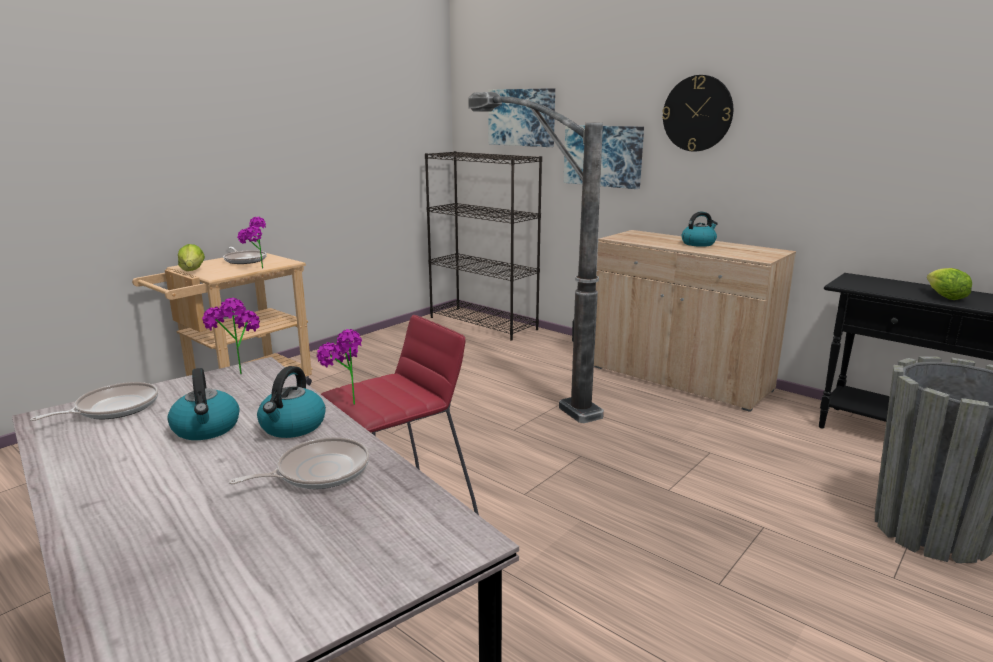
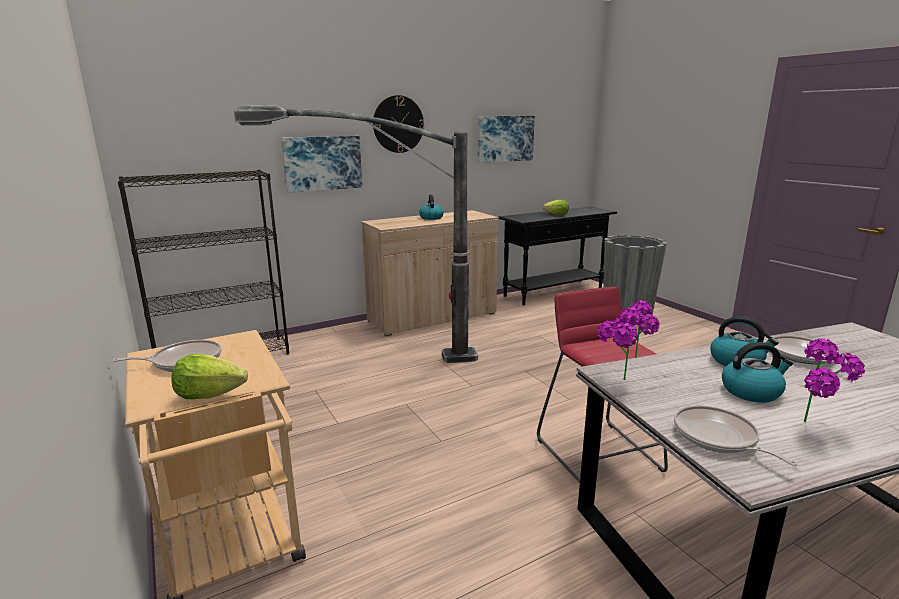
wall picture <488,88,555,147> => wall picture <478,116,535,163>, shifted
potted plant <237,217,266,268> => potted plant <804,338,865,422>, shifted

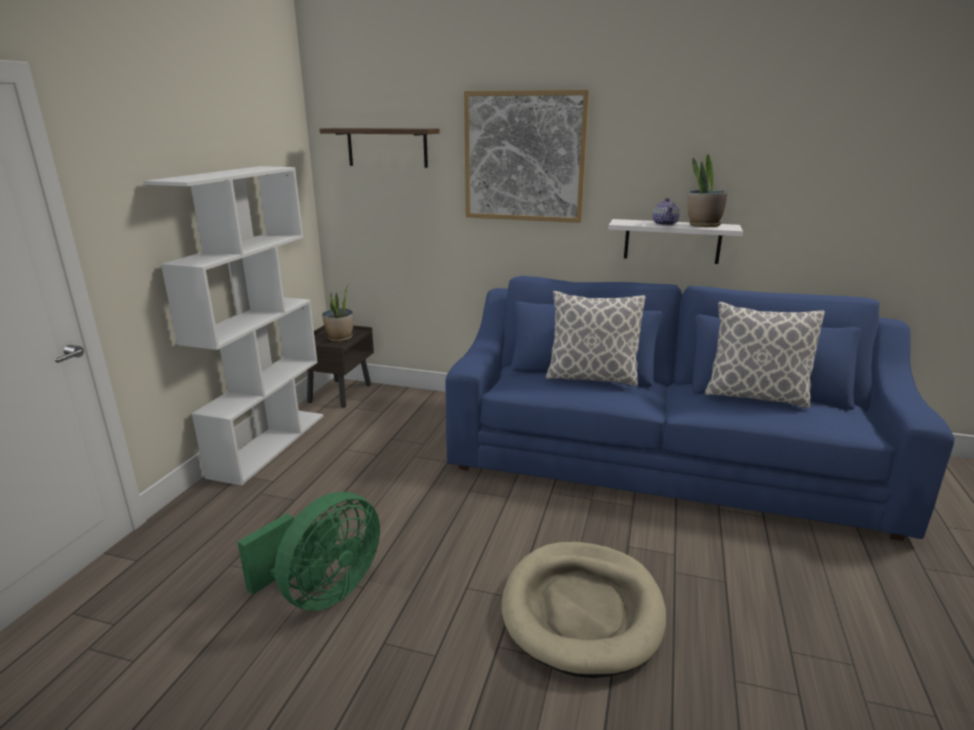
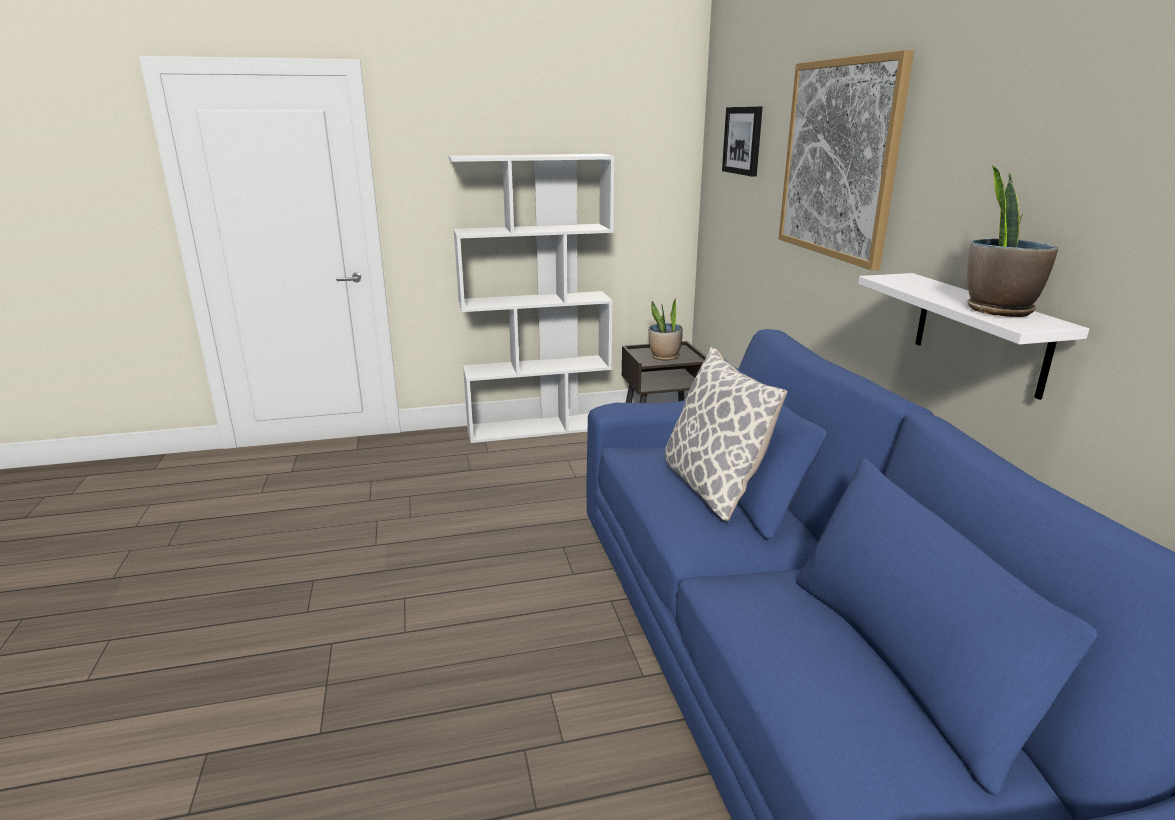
bracket shelf <319,128,440,168> => wall picture <722,107,763,177>
green-coloured fan <237,492,380,611> => nothing
beige pet bed <501,542,666,678> => nothing
teapot <652,198,680,226> => nothing
pillow <704,302,825,408> => nothing

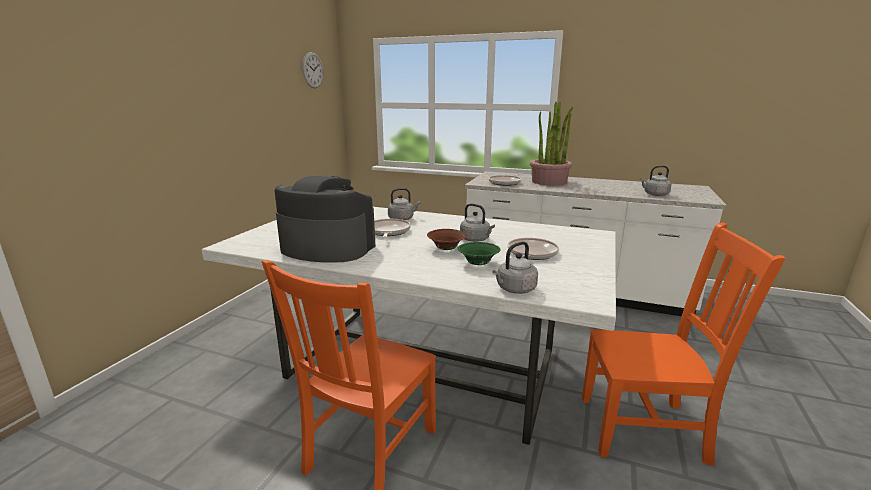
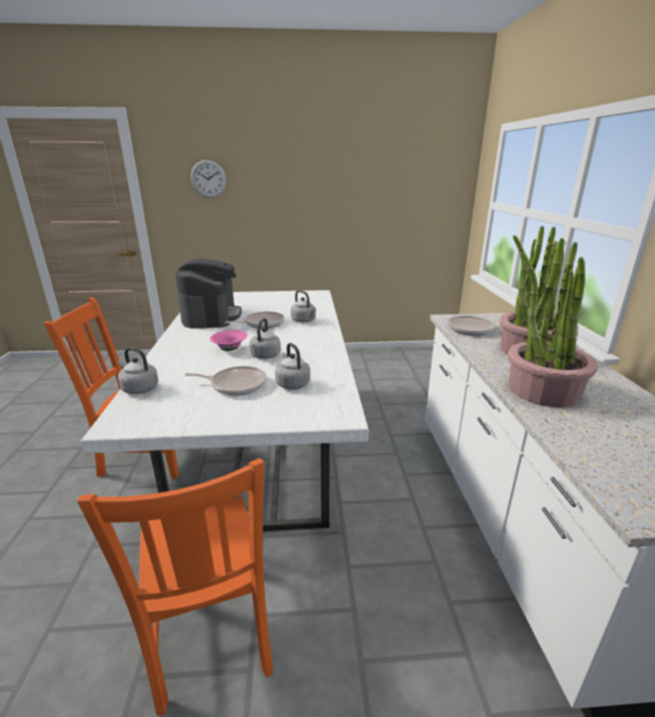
clock on the wall <302,52,323,88> => clock on the wall <191,160,227,198>, shifted
brown-coloured deep dish <427,229,466,250> => pinkish deep dish <210,330,247,351>
greyish kettle <640,165,671,196> => greyish kettle <275,343,310,390>, shifted
nothing => potted plant <508,241,598,407>
green-coloured deep dish <457,242,501,265> => nothing

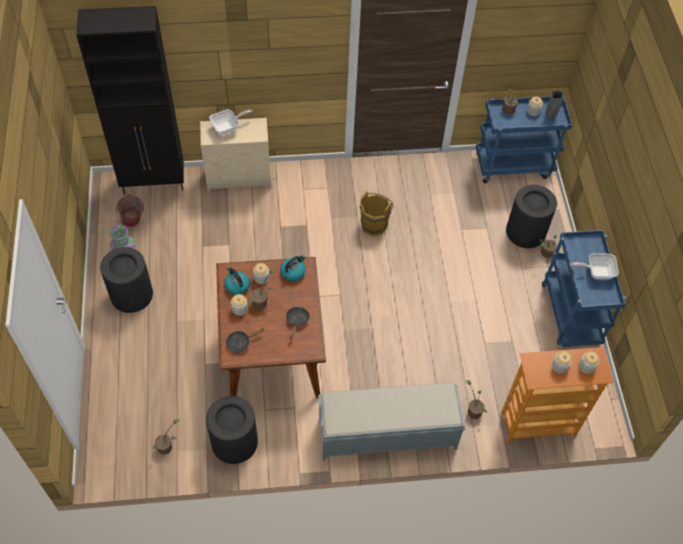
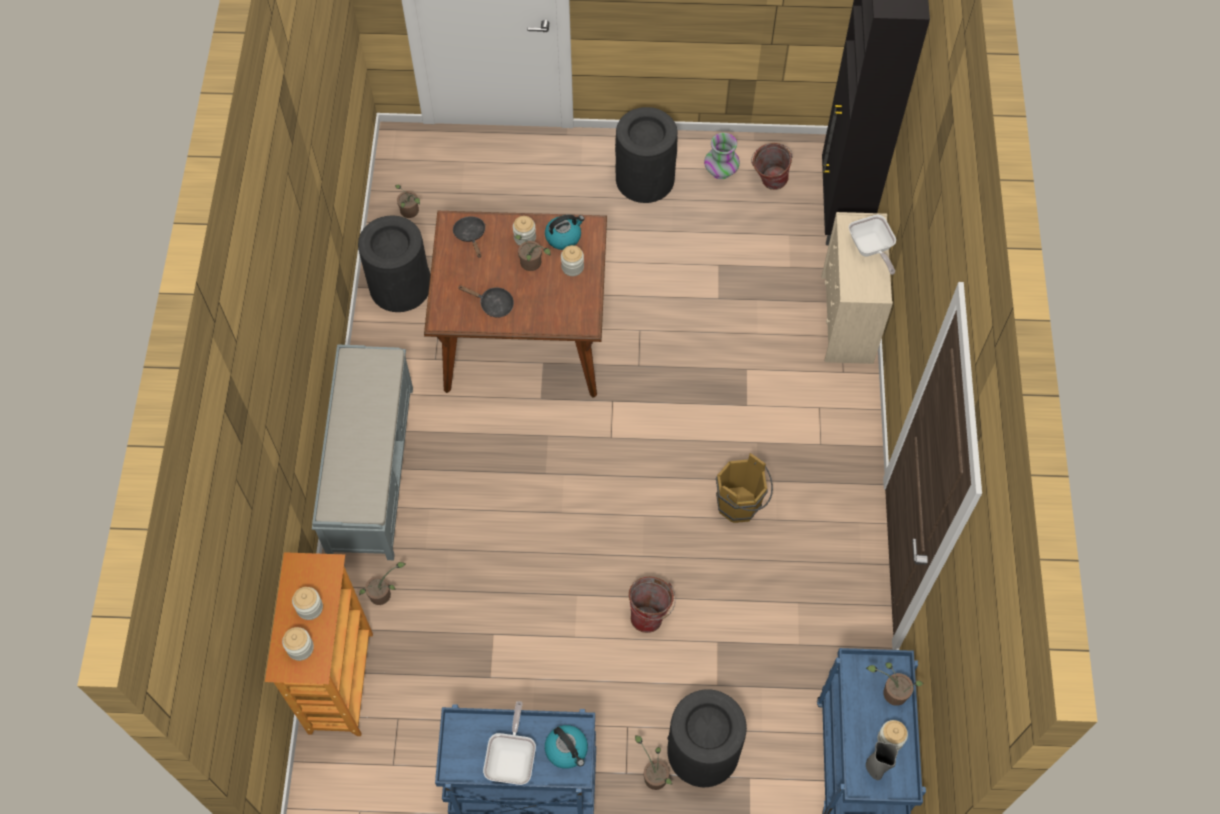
kettle <280,255,306,281> => kettle <545,725,588,769>, shifted
nothing => pail <629,577,676,633>

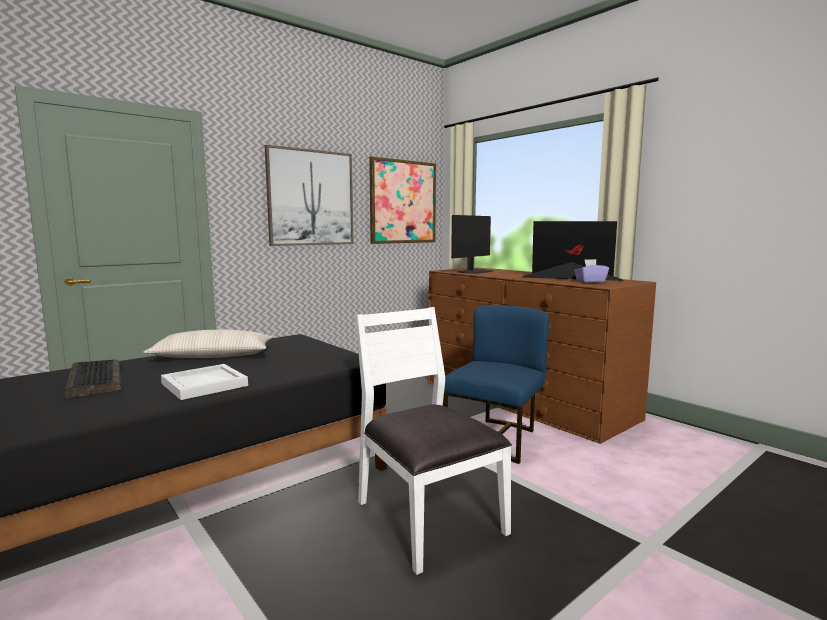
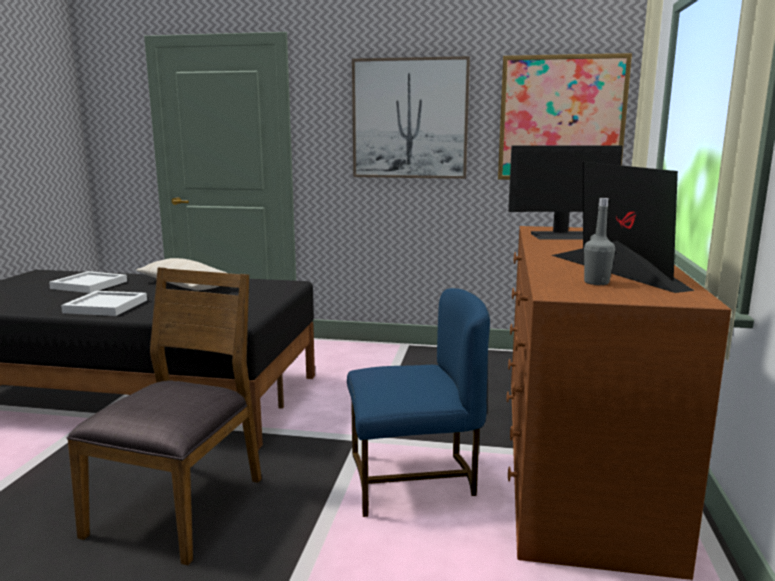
PC keyboard <64,360,122,399> => white-coloured tray <49,271,127,293>
white-coloured upright chair <355,307,512,575> => brown-coloured upright chair <67,267,262,566>
purple box of tissues <574,259,609,283> => greyish drink bottle <584,198,615,285>

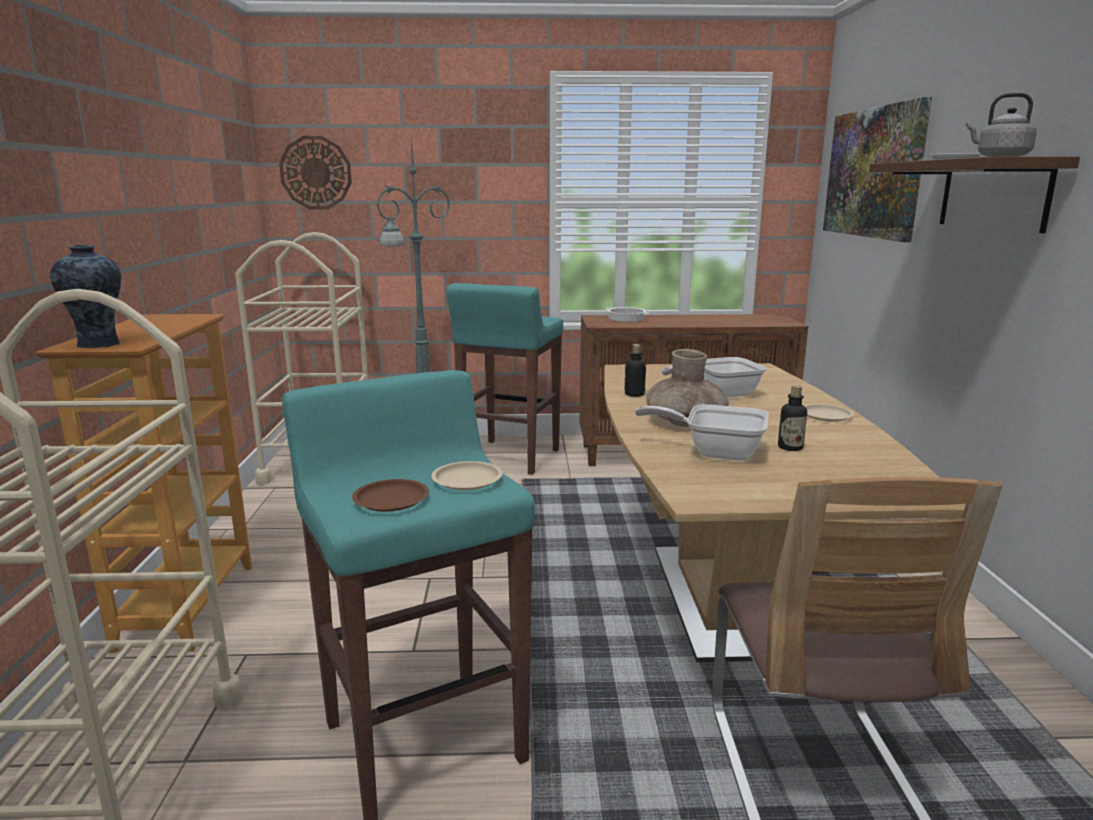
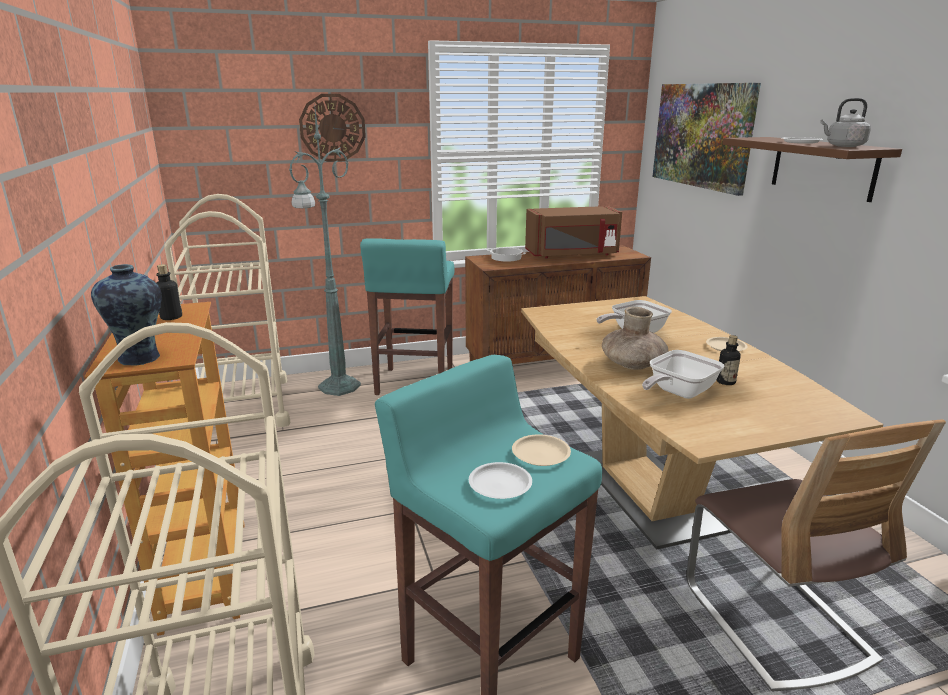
drink bottle <625,344,646,397> => drink bottle <156,264,182,320>, shifted
clock on the wall <279,136,352,209> => clock on the wall <299,94,366,162>, shifted
brown-coloured dinner plate <352,479,429,512> => white-coloured dinner plate <469,462,532,499>
nothing => brown-coloured microwave oven <525,206,622,258>
frying pan <635,404,769,461> => frying pan <642,350,725,399>, 45 degrees counterclockwise

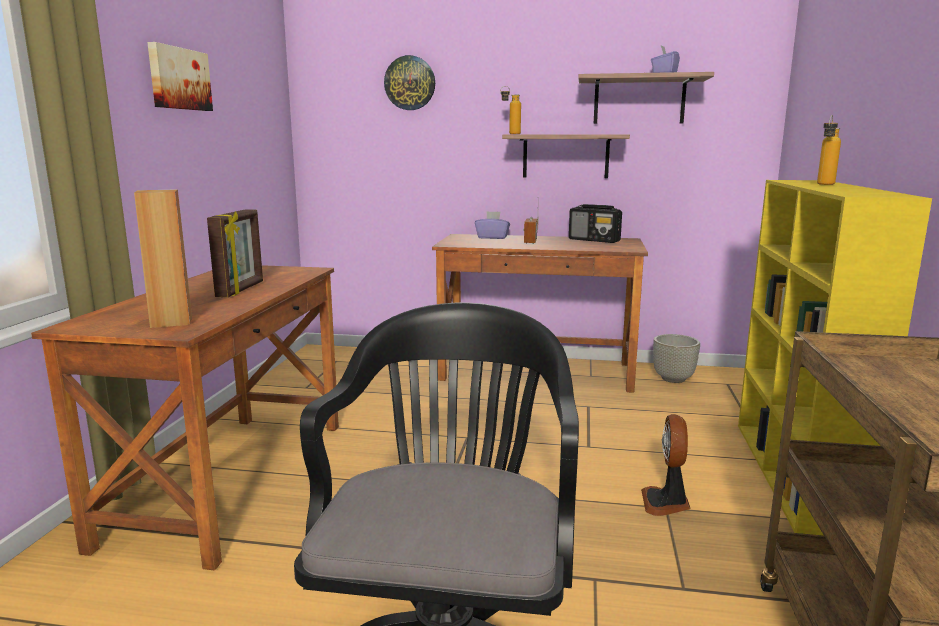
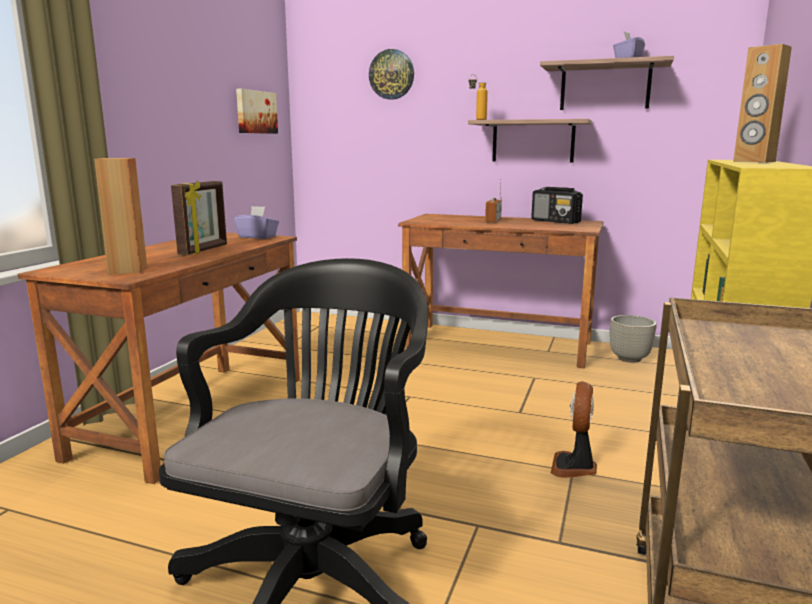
purple box of tissues <475,211,510,239> => purple box of tissues <233,206,279,239>, shifted
wall picture <147,42,213,111> => wall picture <236,89,278,134>, shifted
drink bottle <817,115,841,185> => brown-coloured loudspeaker <733,44,792,163>

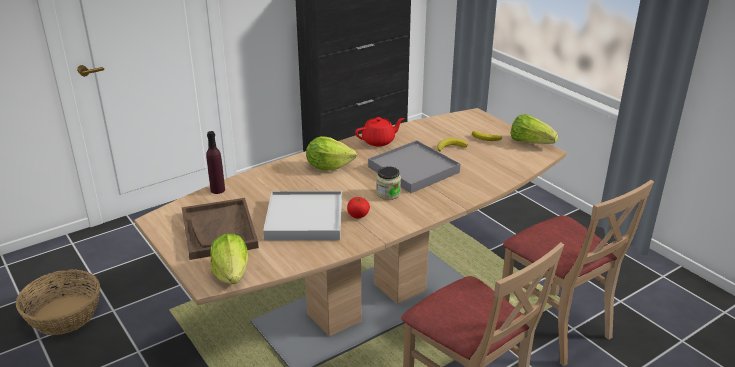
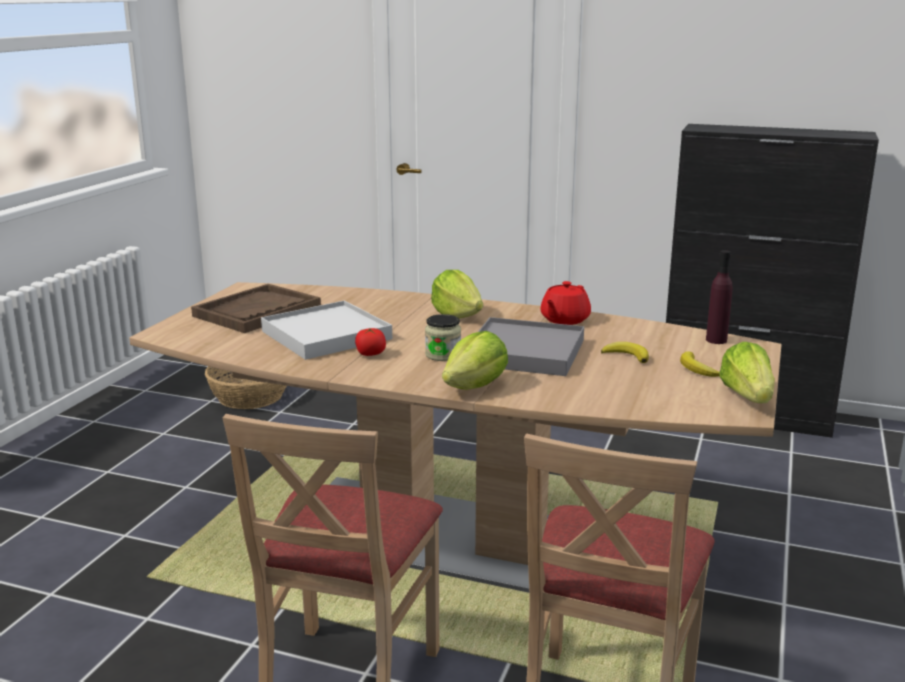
head of lettuce <210,234,249,284> => head of lettuce <442,331,508,390>, shifted
red teapot <355,117,404,146> => red teapot <540,281,591,325>, 90 degrees clockwise
purple drink bottle <206,131,225,194> => purple drink bottle <706,250,733,344>, shifted

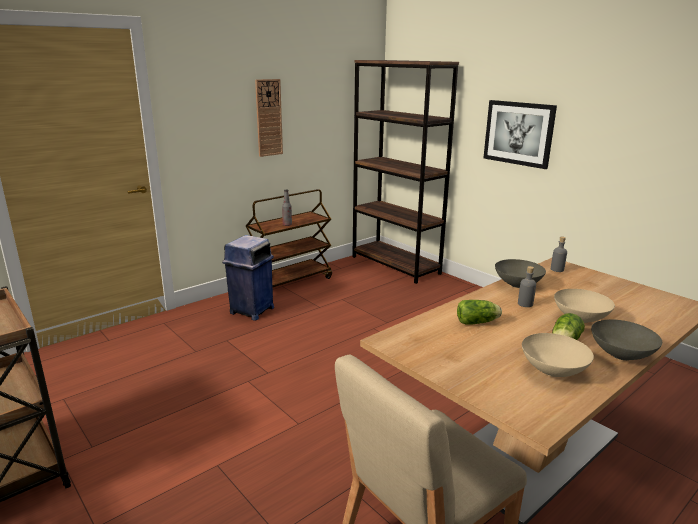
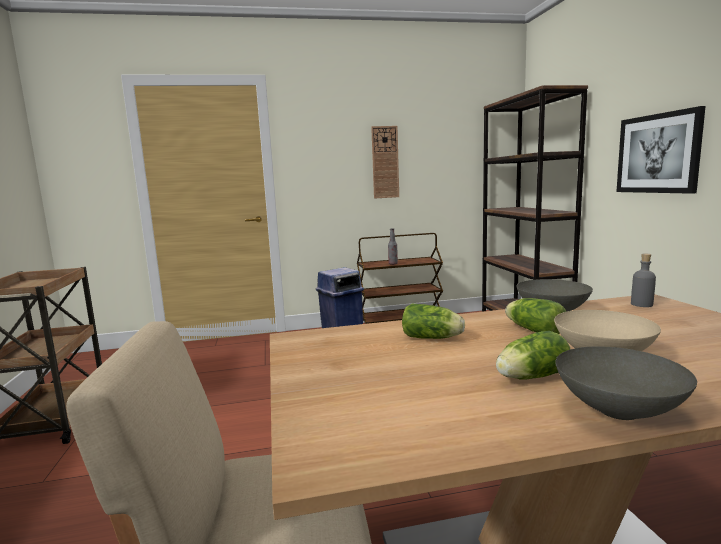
greyish drink bottle <518,266,536,307> => head of lettuce <505,298,566,334>
beige deep dish <522,333,594,377> => nothing

